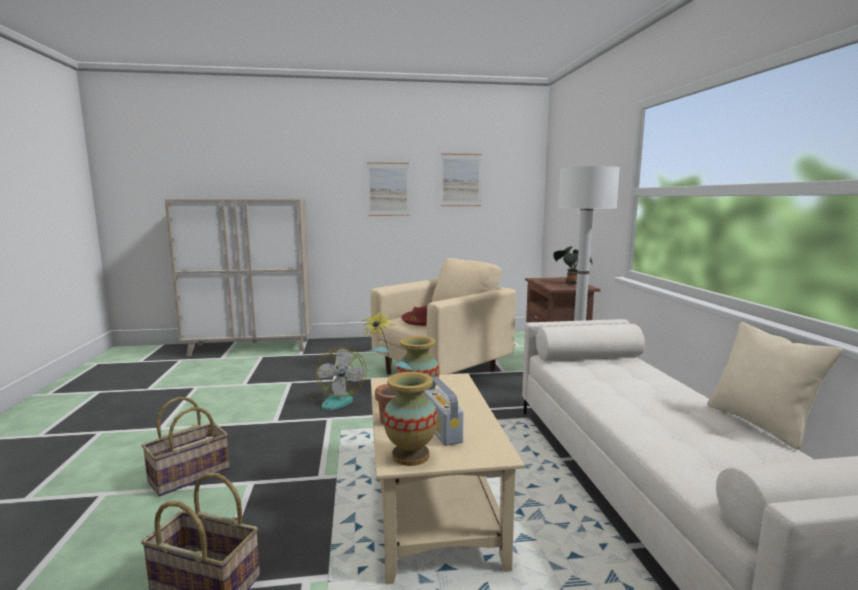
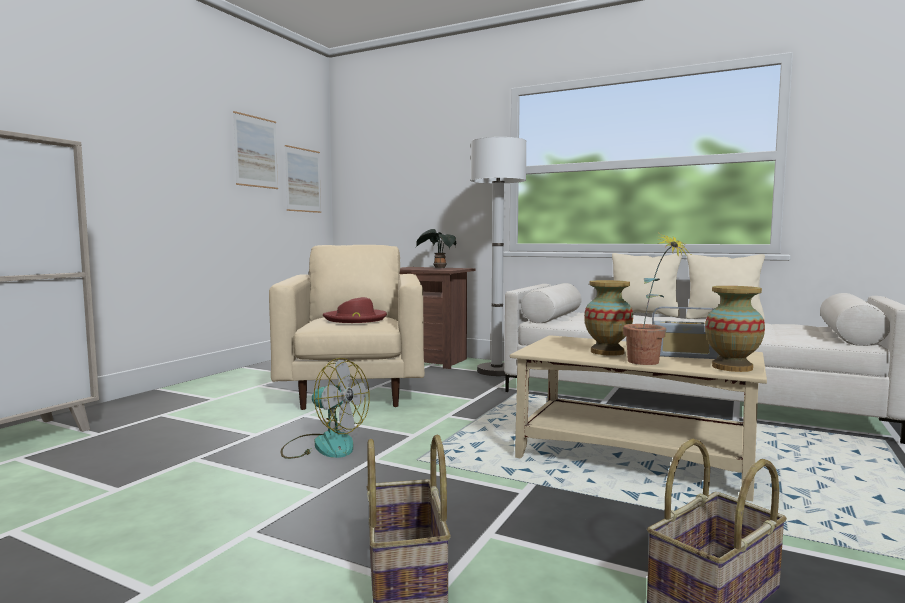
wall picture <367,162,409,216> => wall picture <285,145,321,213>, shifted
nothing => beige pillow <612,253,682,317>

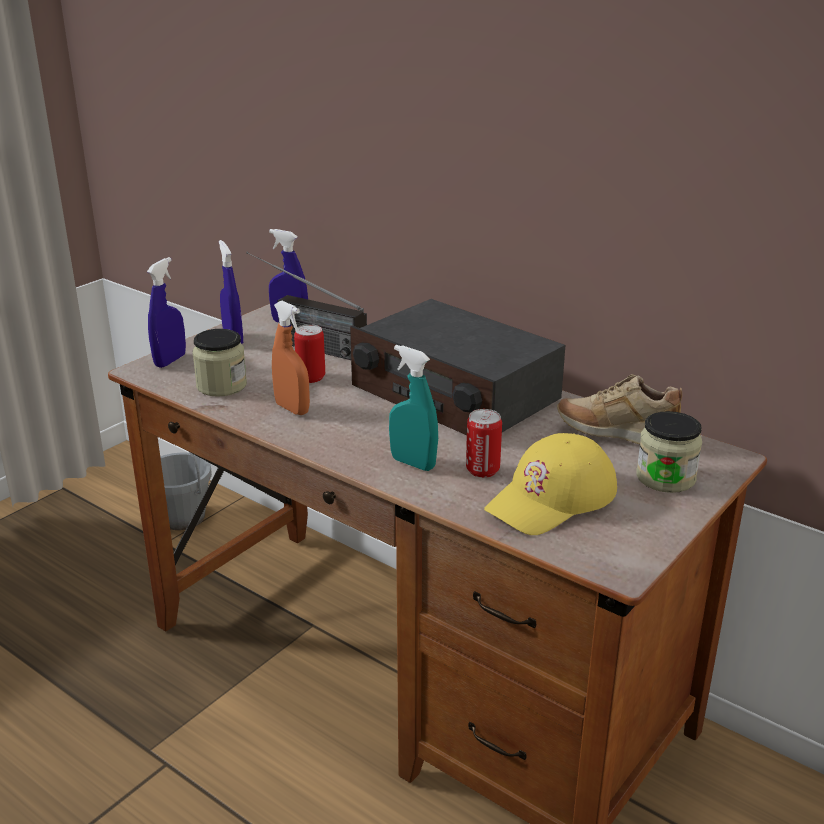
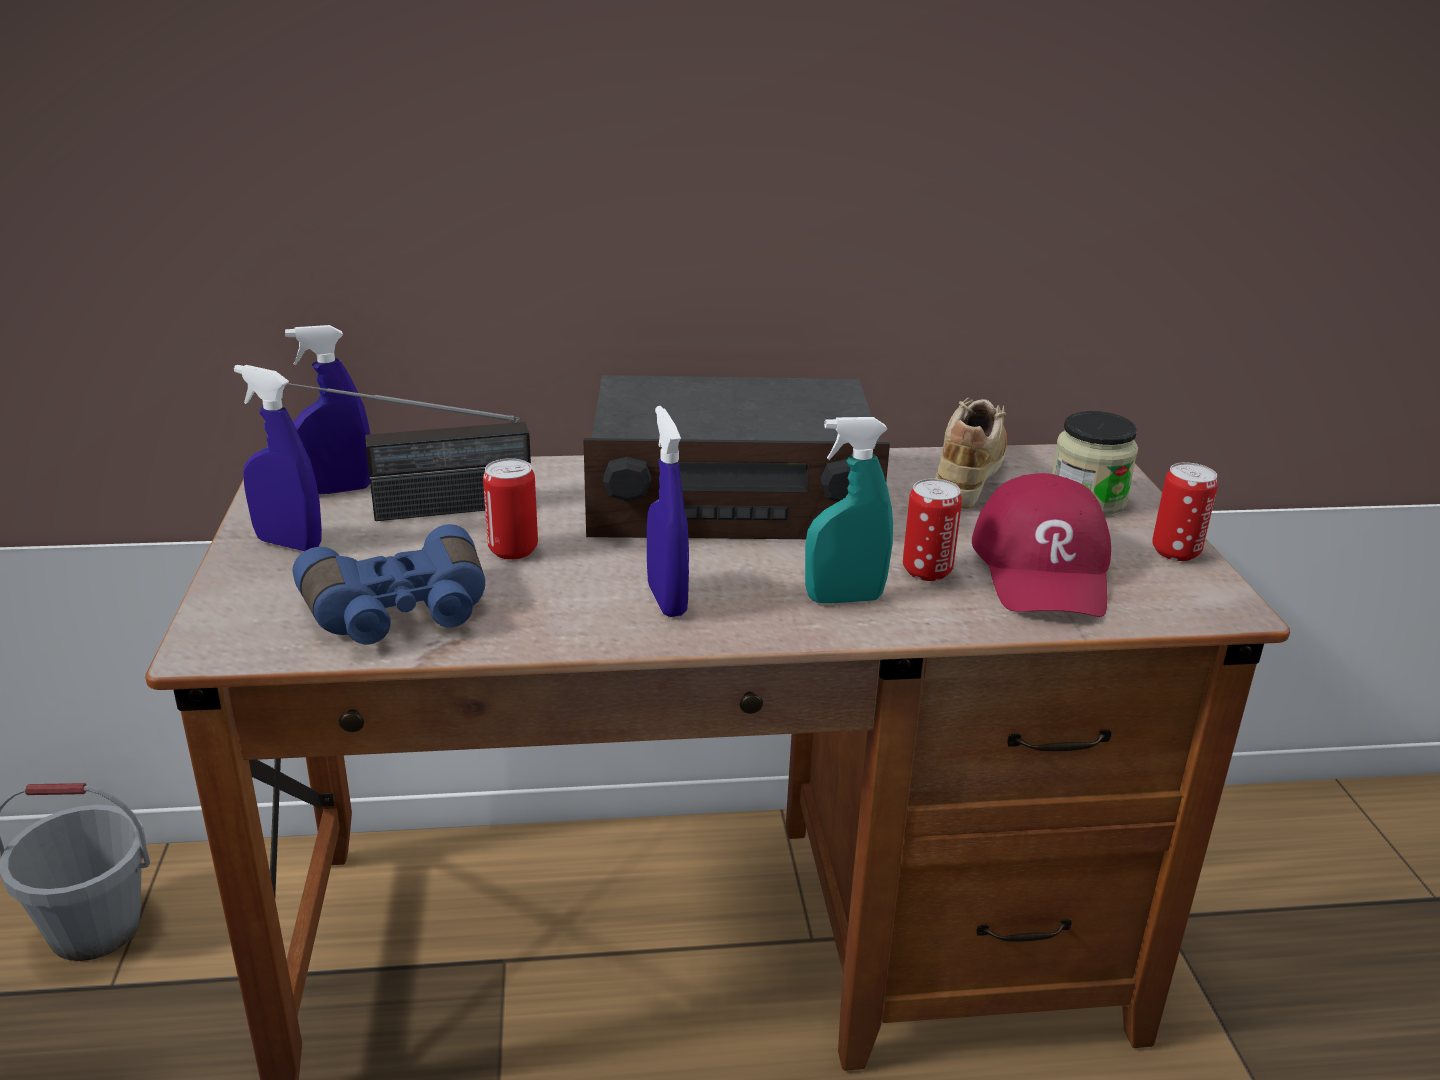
preserve jar <192,329,247,397> => blue-coloured pair of binoculars <293,524,485,644>
blue-coloured sprayer <147,257,186,368> => blue-coloured sprayer <647,406,689,617>, shifted
beige shoe <557,374,682,444> => beige shoe <935,397,1007,509>, 135 degrees clockwise
yellow baseball cap <484,433,617,535> => red baseball cap <972,473,1111,617>
nothing => sealed can <1152,463,1218,561>
orangey sprayer <272,301,310,415> => nothing

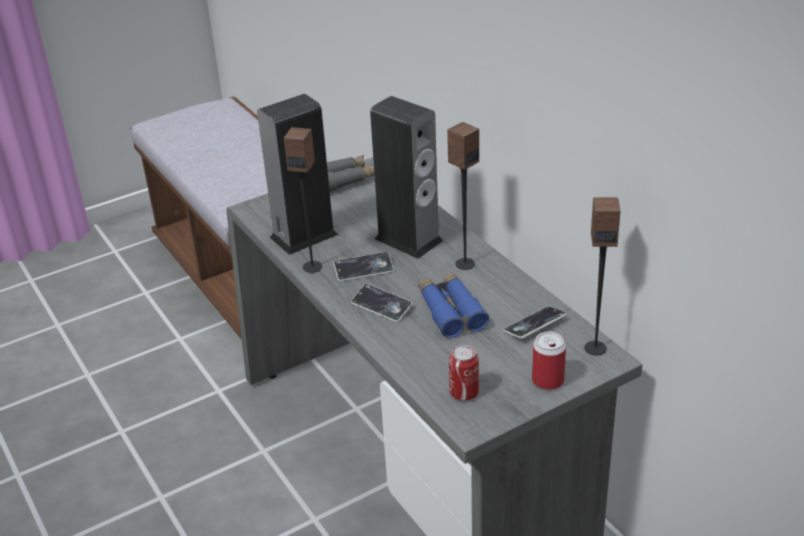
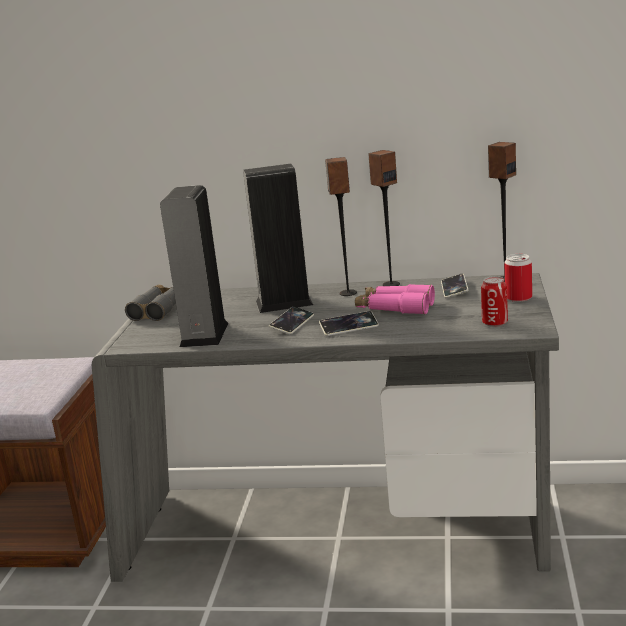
blue-coloured pair of binoculars <418,272,489,338> => pinkish pair of binoculars <355,284,435,314>
loudspeaker <284,127,322,273> => loudspeaker <368,150,400,286>, shifted

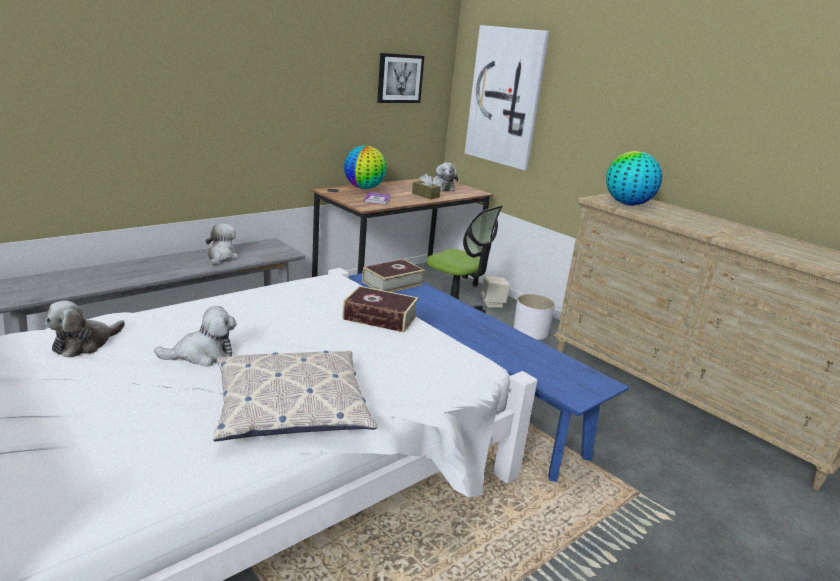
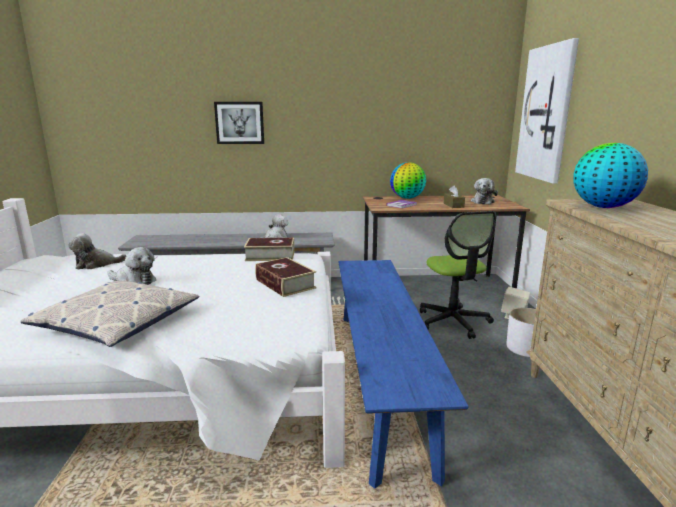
wall picture <377,53,424,103> => wall picture <214,102,264,144>, shifted
volume <362,259,425,292> => volume <244,238,294,261>, shifted

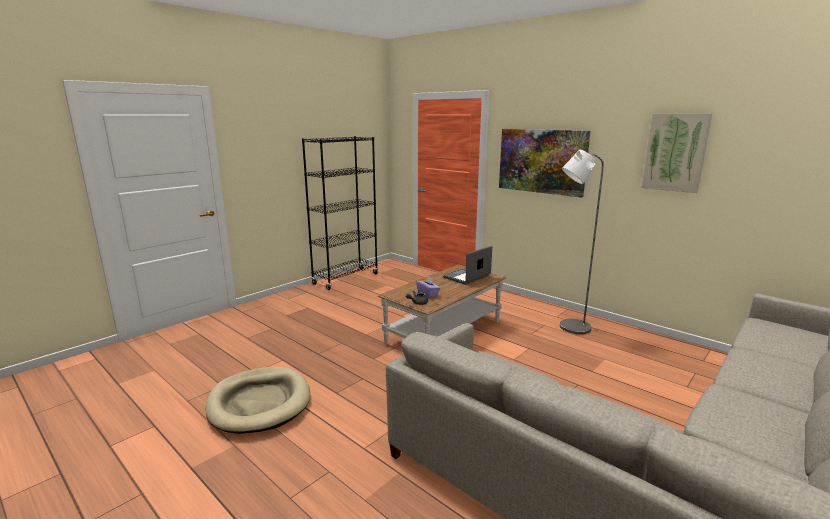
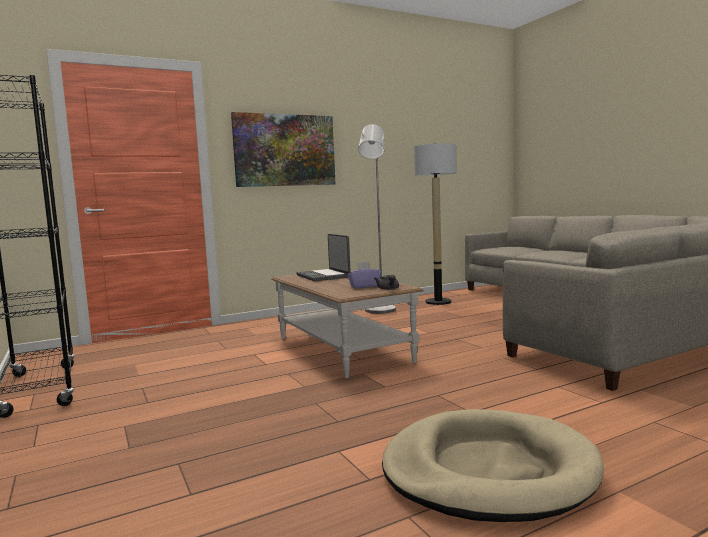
nothing => floor lamp <414,143,457,305>
wall picture <642,113,712,193> => nothing

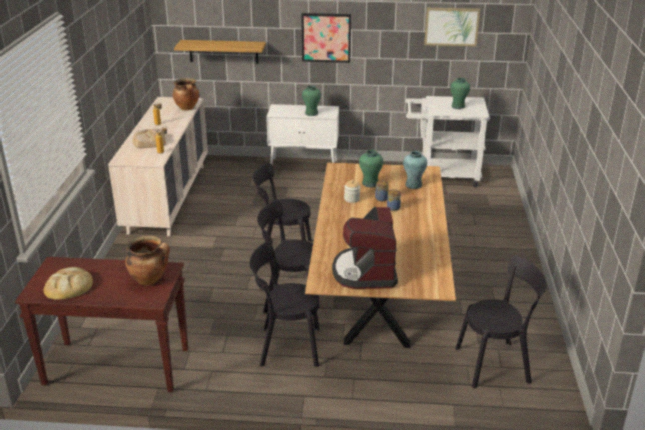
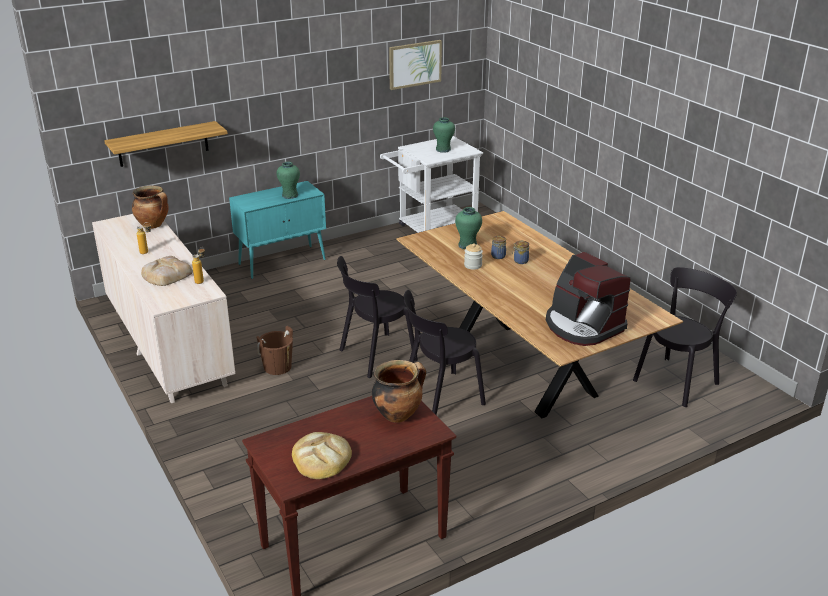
white-coloured storage cabinet <266,104,339,164> => turquoise storage cabinet <229,181,326,279>
nothing => brown-coloured pail <257,326,293,375>
blackish upright chair <250,242,320,367> => nothing
wall picture <302,13,351,63> => nothing
turquoise vase <403,151,427,189> => nothing

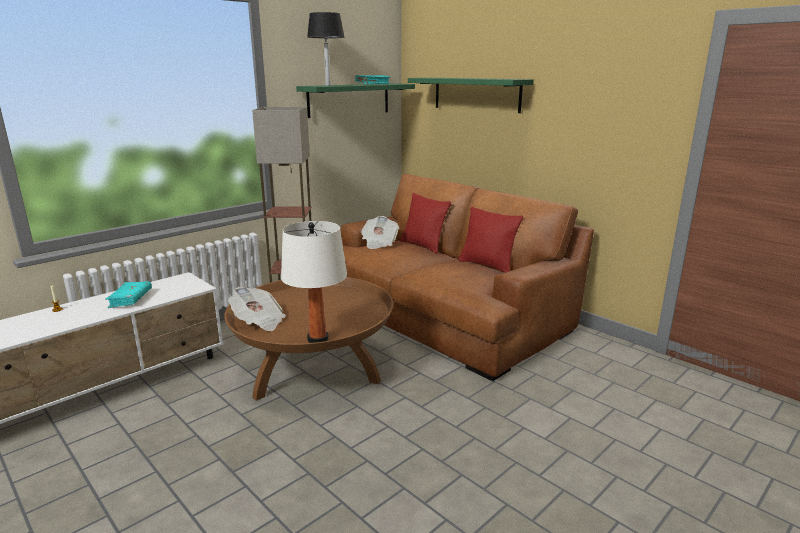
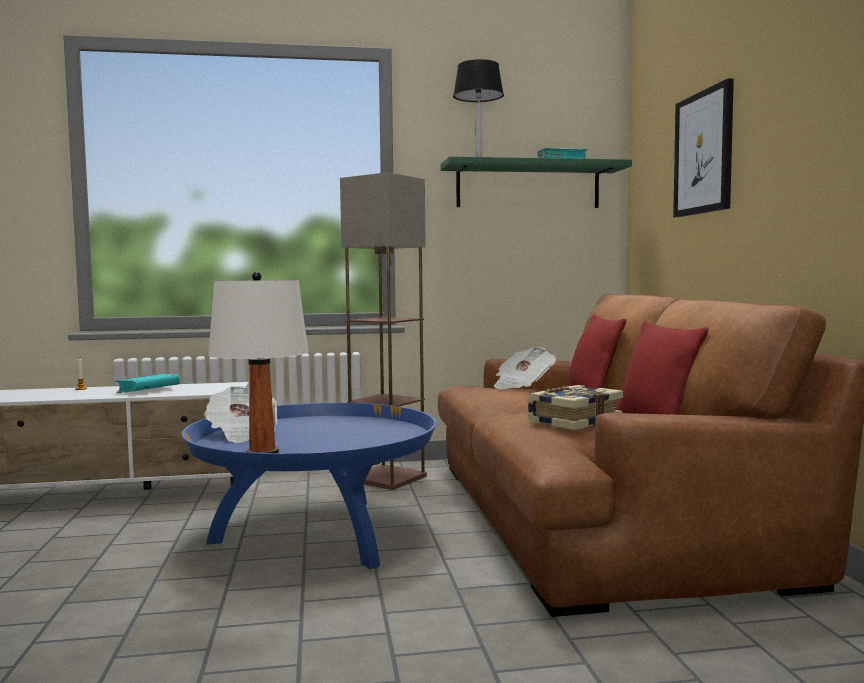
brown-coloured coffee table <224,277,393,401> => blue-coloured coffee table <181,403,437,569>
nothing => volume <527,385,623,431>
green-coloured bracket shelf <408,78,534,113> => wall picture <673,78,734,217>

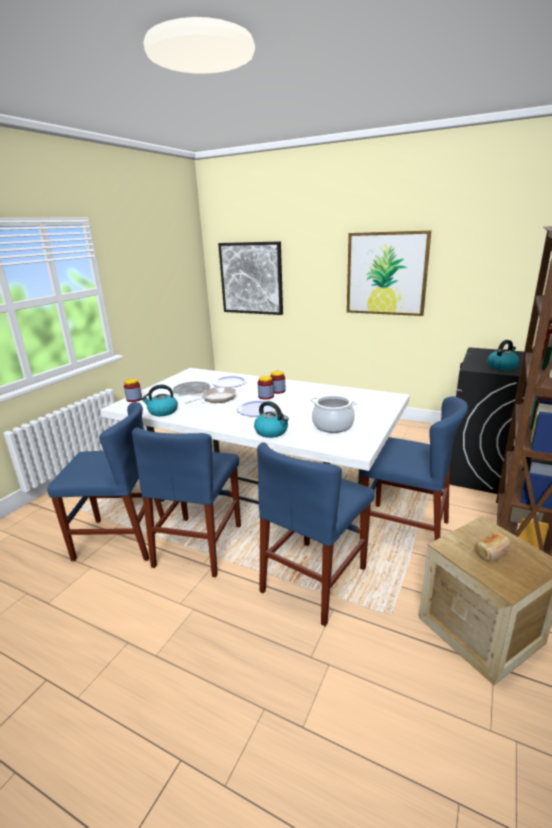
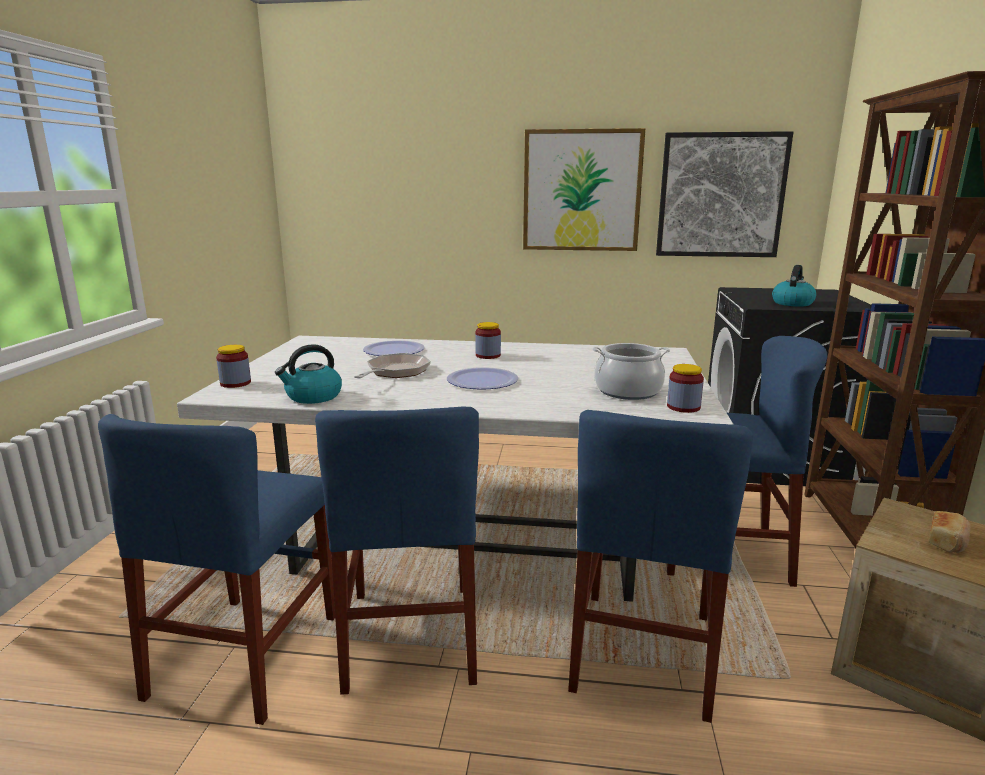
blue-coloured upright chair <47,402,164,561> => blue-coloured upright chair <98,414,335,725>, 120 degrees clockwise
wall picture <218,241,283,315> => wall picture <656,131,793,257>, shifted
preserve jar <258,376,274,400> => preserve jar <667,364,704,413>, shifted
greyish dinner plate <173,382,210,395> => nothing
kettle <254,401,289,438> => nothing

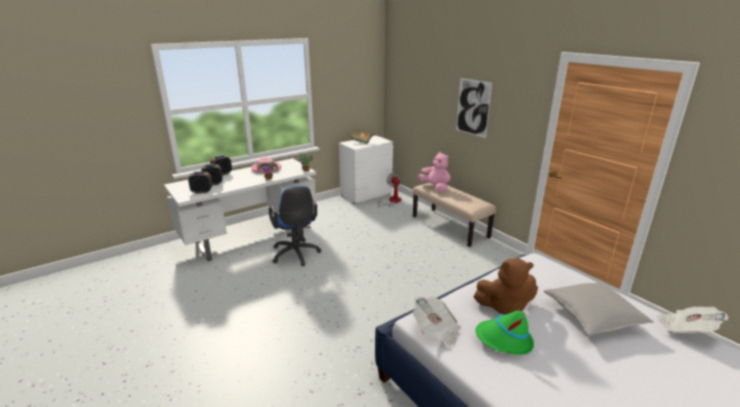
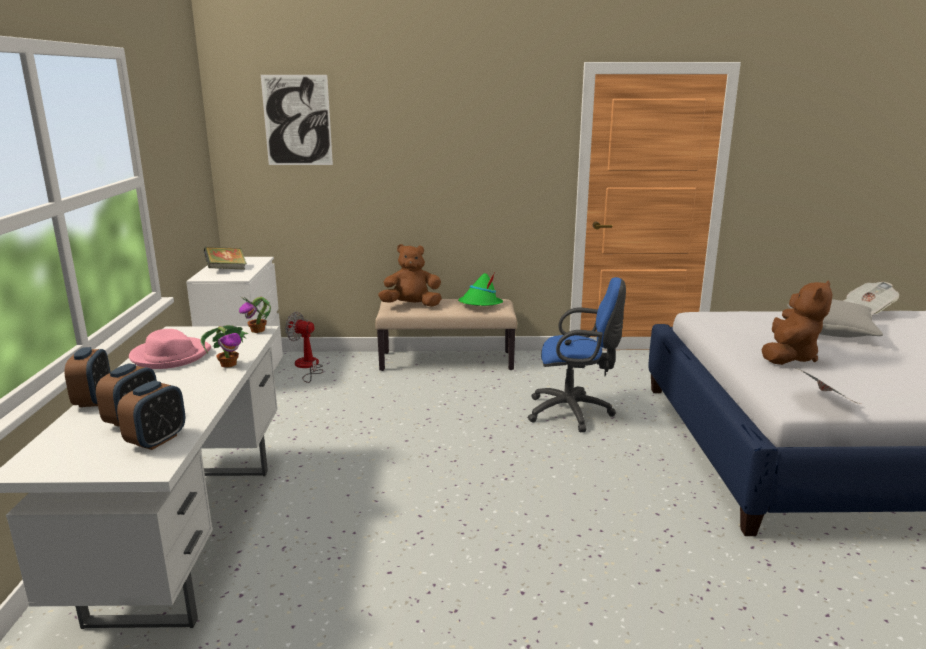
wall picture <456,78,492,138> => wall picture <261,75,333,165>, shifted
pinkish soft toy <418,152,451,192> => brown-coloured soft toy <378,244,442,307>
green-coloured clothing hat <476,311,534,355> => green-coloured clothing hat <458,272,503,306>, shifted
blue-coloured office chair <269,186,321,266> => blue-coloured office chair <528,277,626,432>, shifted

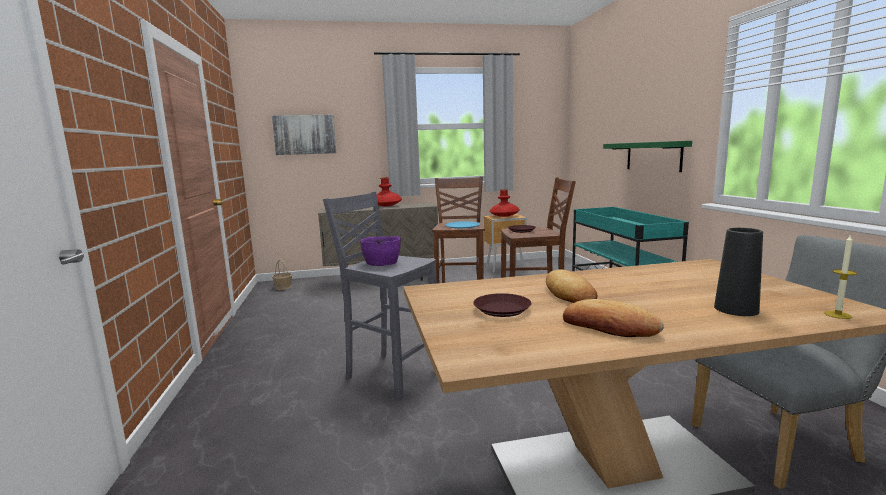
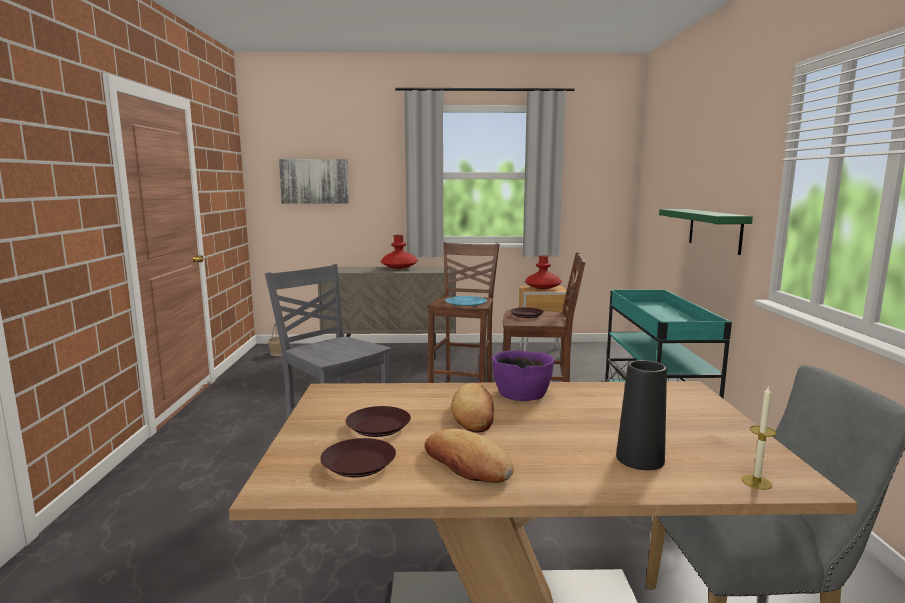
nothing => brown-coloured dinner plate <320,438,396,477>
purple deep dish <360,236,401,266> => purple deep dish <492,351,554,401>, shifted

